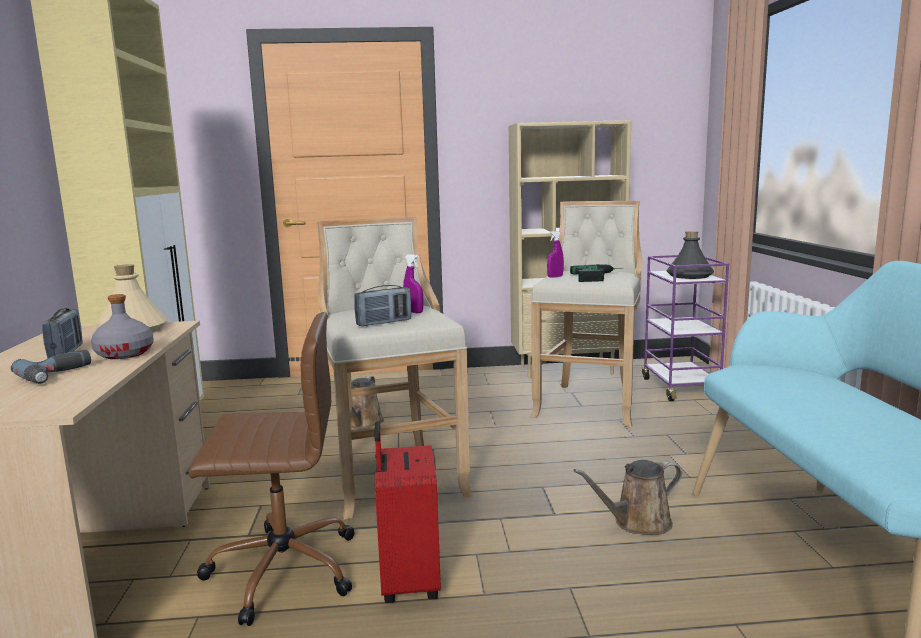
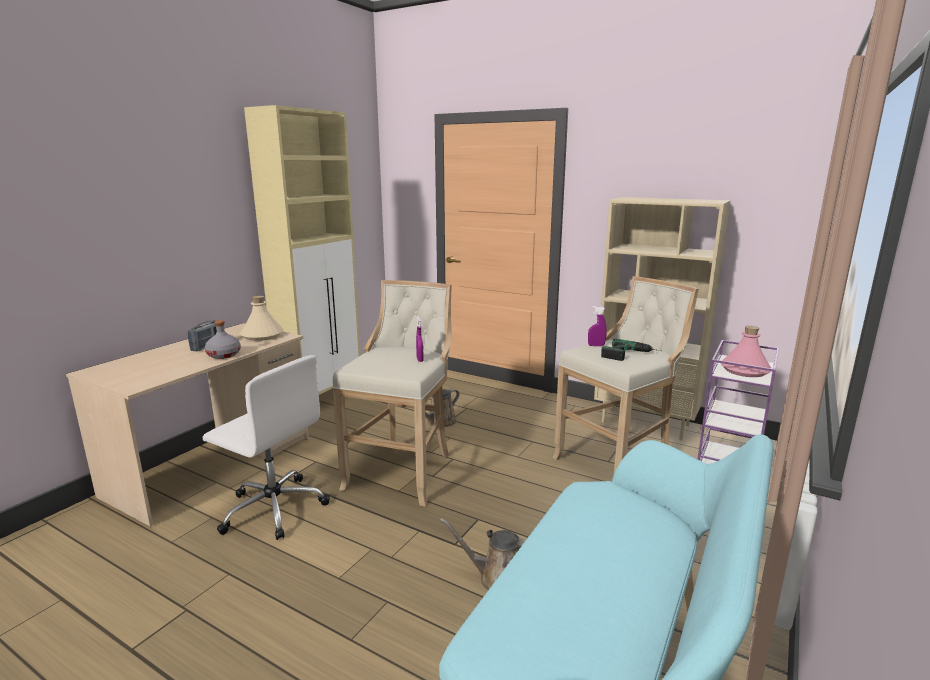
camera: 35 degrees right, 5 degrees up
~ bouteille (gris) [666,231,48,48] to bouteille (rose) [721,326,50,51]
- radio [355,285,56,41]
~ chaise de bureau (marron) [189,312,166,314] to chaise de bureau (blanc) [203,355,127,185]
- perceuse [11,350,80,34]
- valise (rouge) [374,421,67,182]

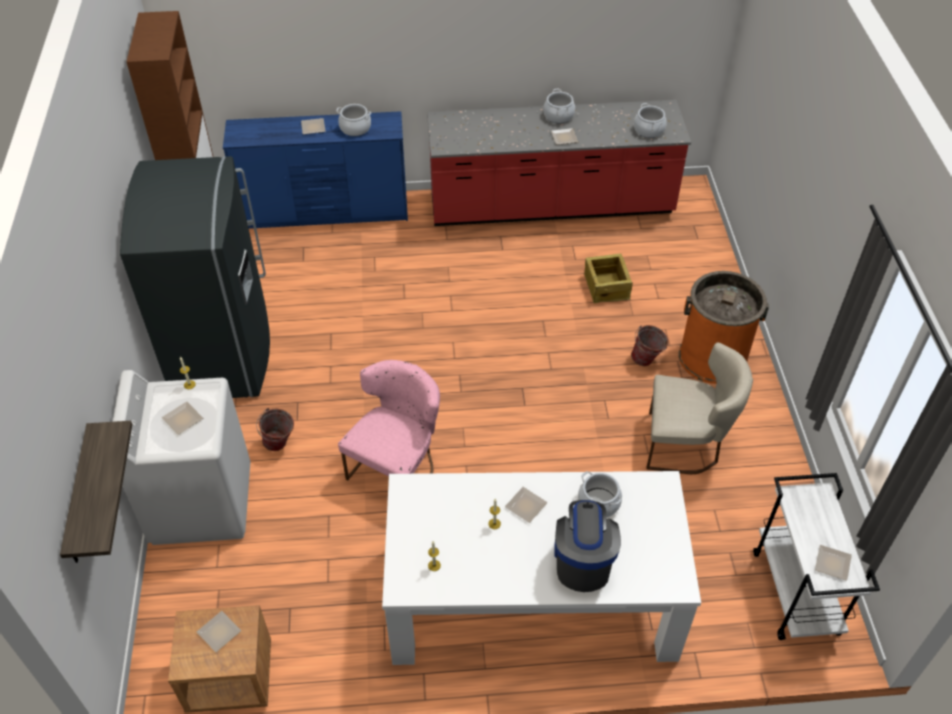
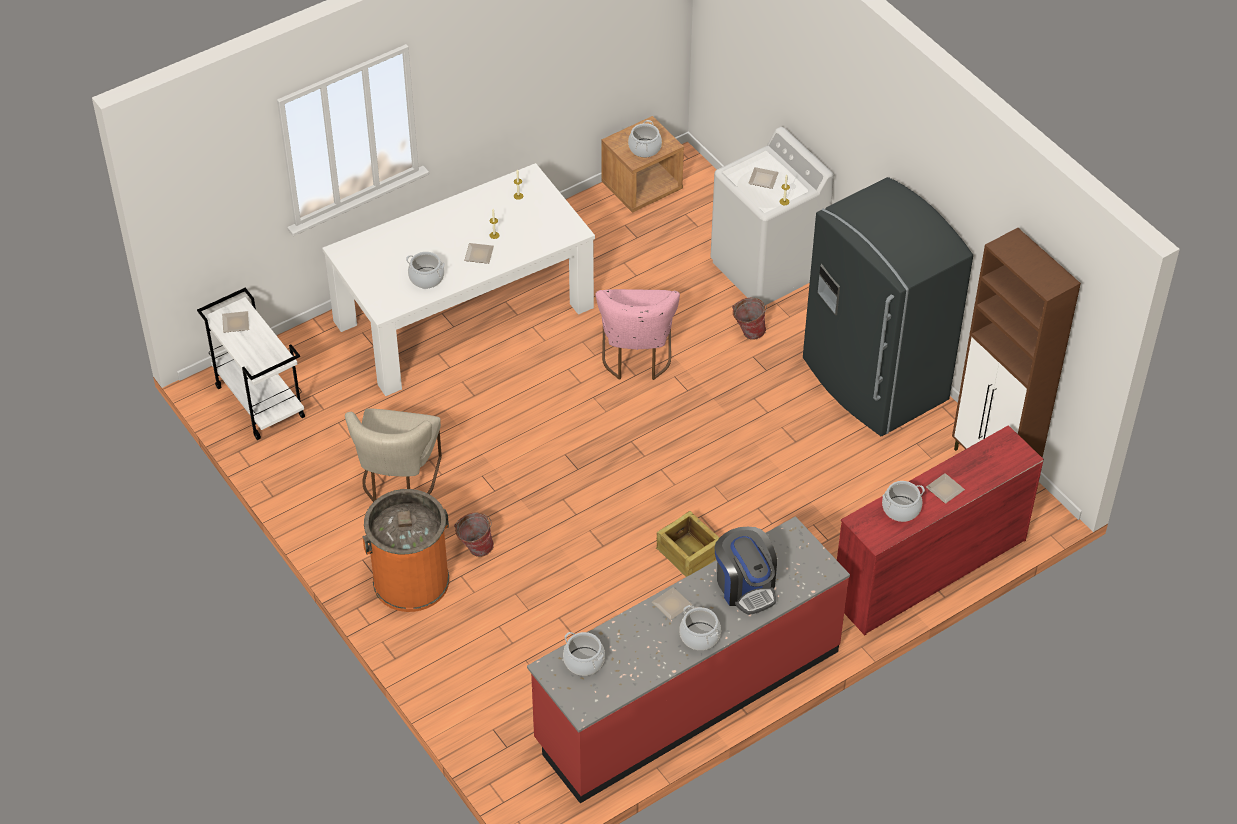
camera: 150 degrees right, 0 degrees up
~ commode (bleu) [223,111,185,118] to commode (rouge) [837,425,207,210]
~ caisse [584,254,49,49] to [656,511,64,66]
~ chaise (beige) [646,343,107,131] = [345,408,97,94] 60 degrees counterclockwise
- étagère [60,421,72,142]
~ machine à café [554,500,67,92] to [715,527,62,88]
~ assiette [197,611,44,41] to marmite [628,120,34,38]

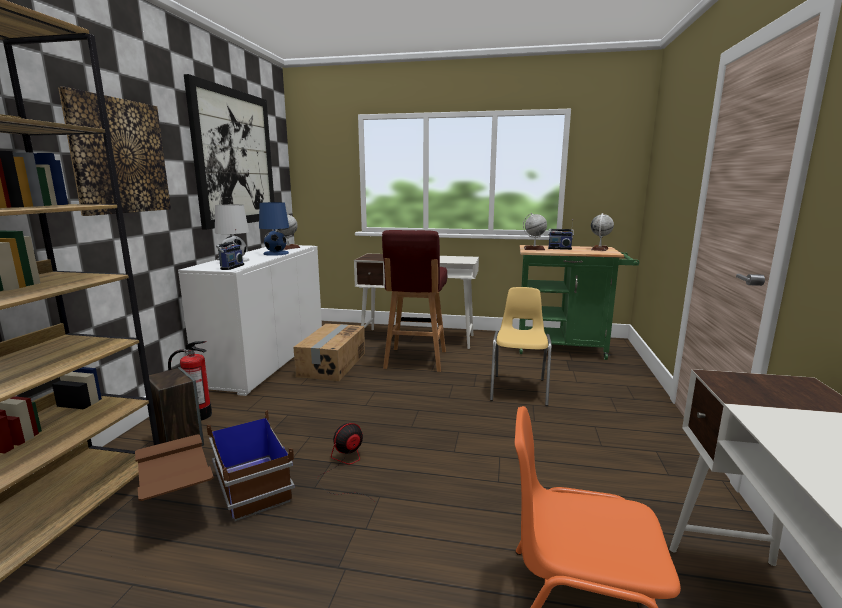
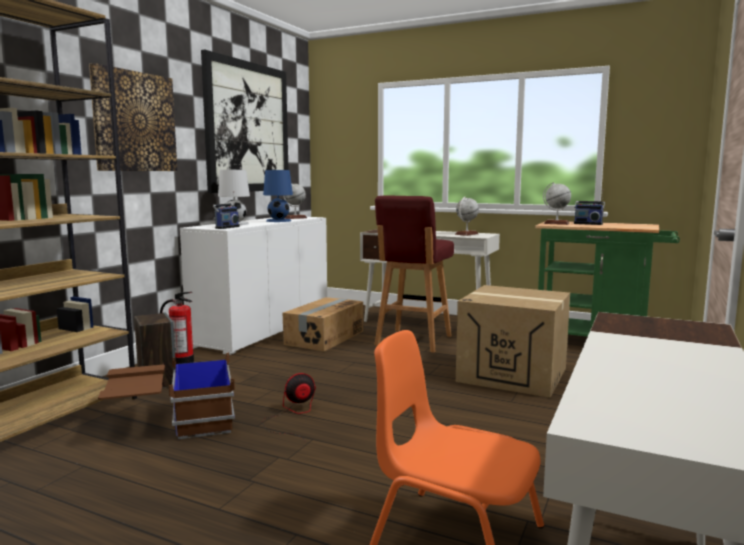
camera: 15 degrees right, 5 degrees down
~ globe [591,213,23,38] to [455,197,24,39]
~ chaise (jaune) [490,287,62,119] to carton [456,285,114,113]

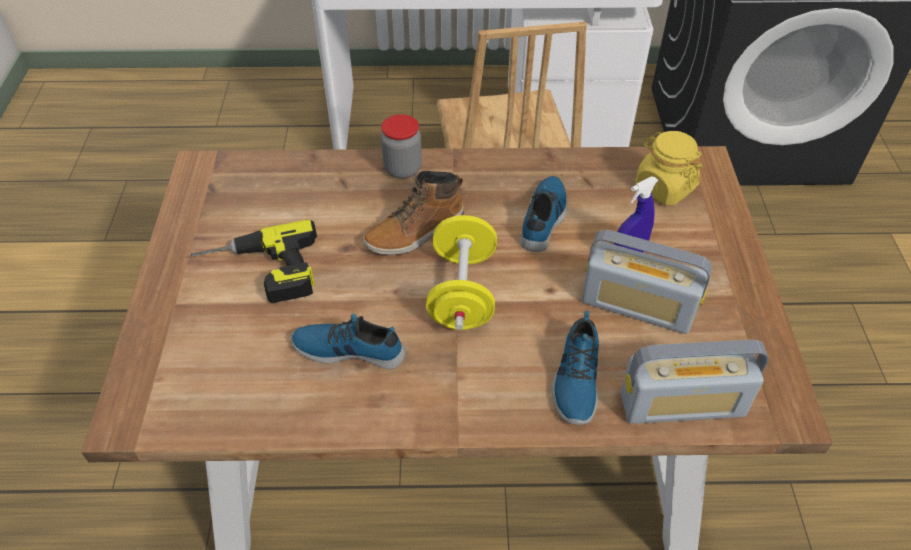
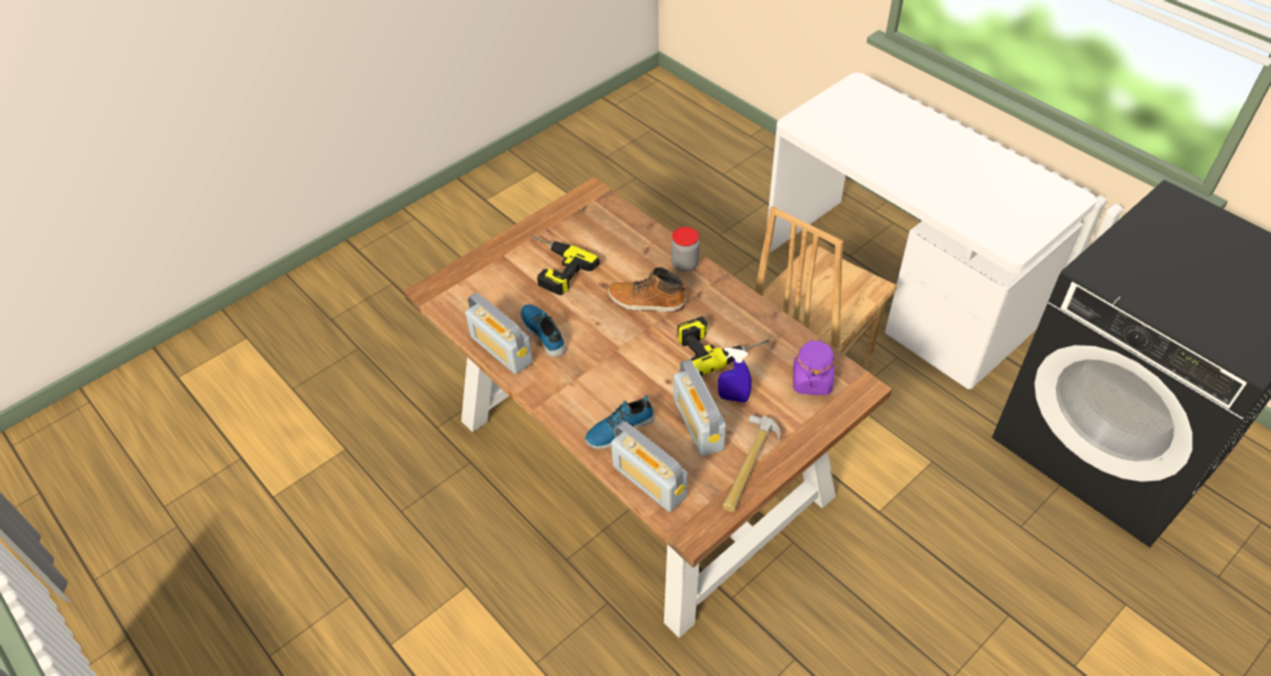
camera: 50 degrees right, 0 degrees up
~ bocal (jaune) [635,131,67,74] to bocal (violet) [793,339,41,56]
~ chaussure [520,176,47,76] to perceuse [677,316,92,60]
- haltère (jaune) [426,215,71,115]
+ radio [465,293,68,81]
+ marteau [722,414,59,98]

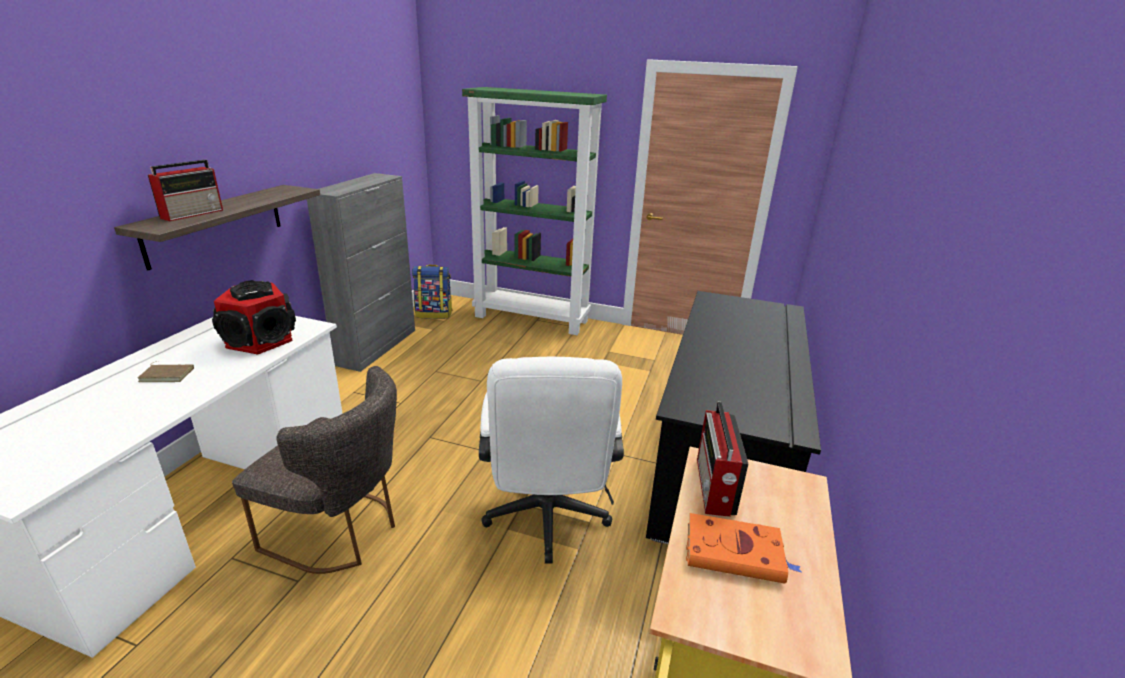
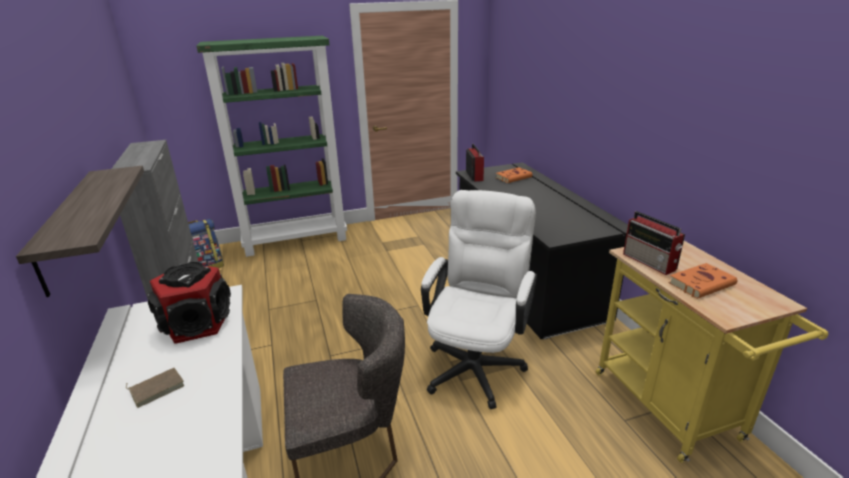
camera: 35 degrees left, 0 degrees up
~ radio [148,160,75,61] to [466,144,18,37]
~ chaise de bureau (blanc) [479,357,145,206] = [421,190,116,219] 120 degrees counterclockwise
+ livre (orange) [496,167,37,16]

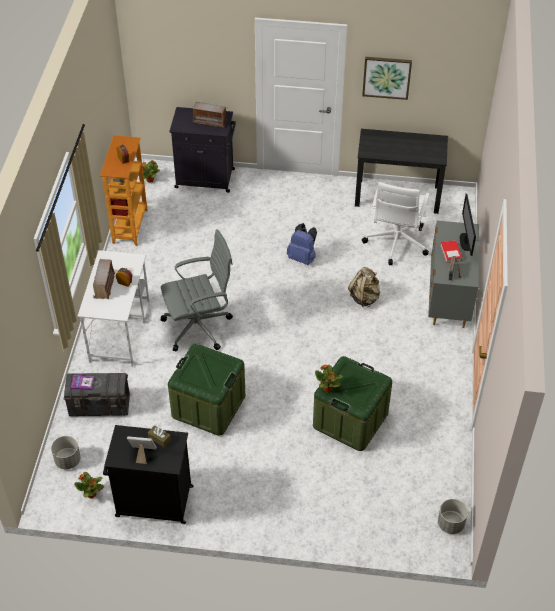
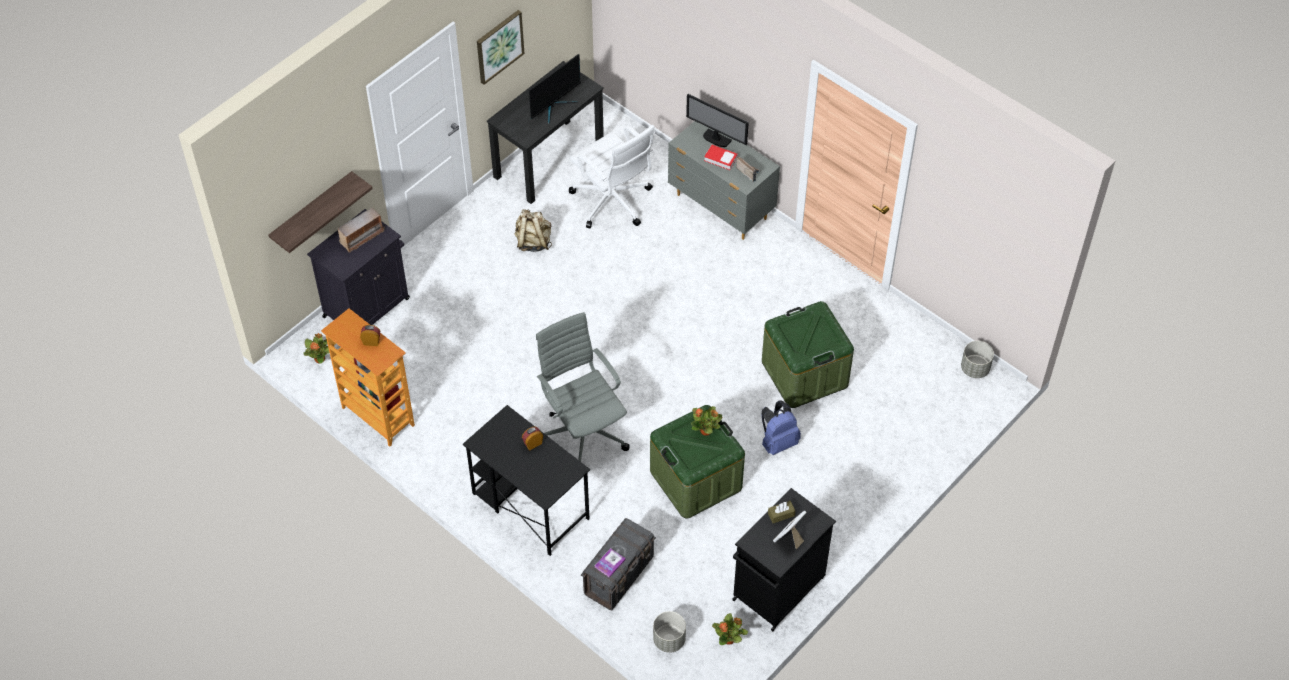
camera: 55 degrees left, 5 degrees up
~ sac à dos (bleu) [287,223,30,42] to [762,401,39,54]
~ chaise de bureau (gris) [161,229,72,123] = [536,312,94,150] 45 degrees counterclockwise
~ bureau (blanc) [78,250,72,117] to bureau (noir) [463,405,127,151]
- radio [93,258,22,41]
~ sac à dos (beige) [348,267,32,40] to [515,209,37,43]
~ plante en pot [315,365,28,27] to [691,406,31,30]
+ écran d'ordinateur [529,54,52,70]
+ étagère [268,171,105,82]

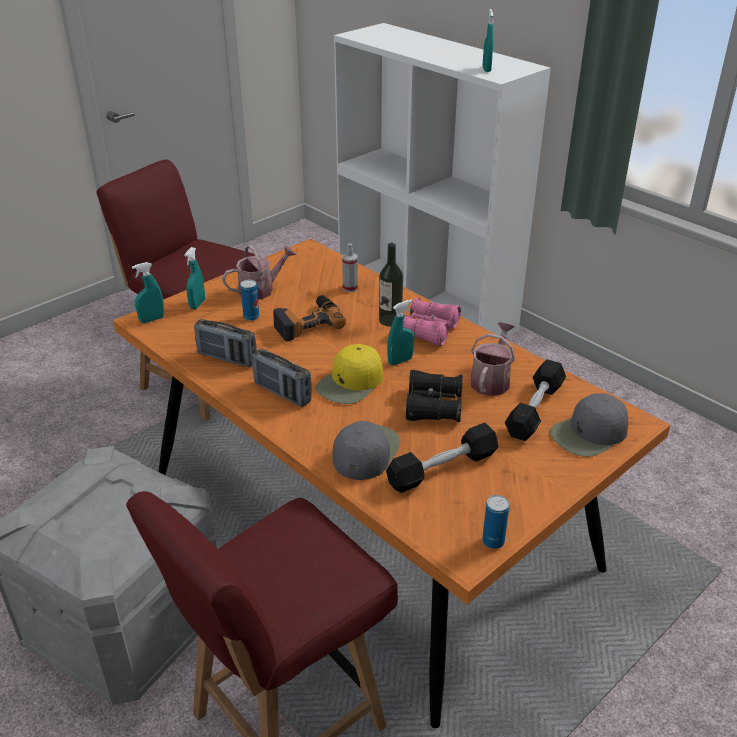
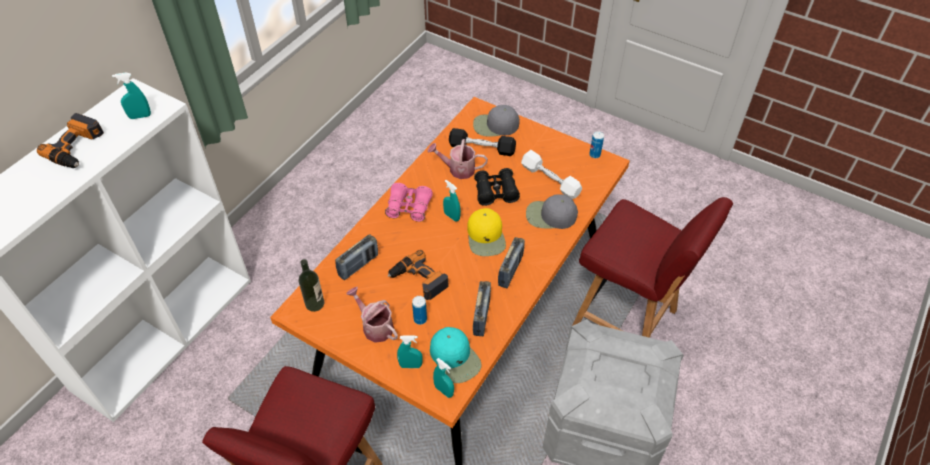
camera: 105 degrees left, 15 degrees up
~ vaporisateur [342,243,16,49] to radio [335,234,43,46]
~ bouteille [379,243,24,84] to [299,259,25,53]
~ casquette (jaune) [316,344,68,60] = [467,208,39,48] 60 degrees clockwise
~ casquette (gris) [550,393,78,64] = [473,105,47,32] 135 degrees clockwise
~ haltère (noir) [386,423,112,70] to haltère (blanc) [521,150,61,49]
+ perceuse [37,113,67,55]
+ casquette (turquoise) [430,327,51,56]

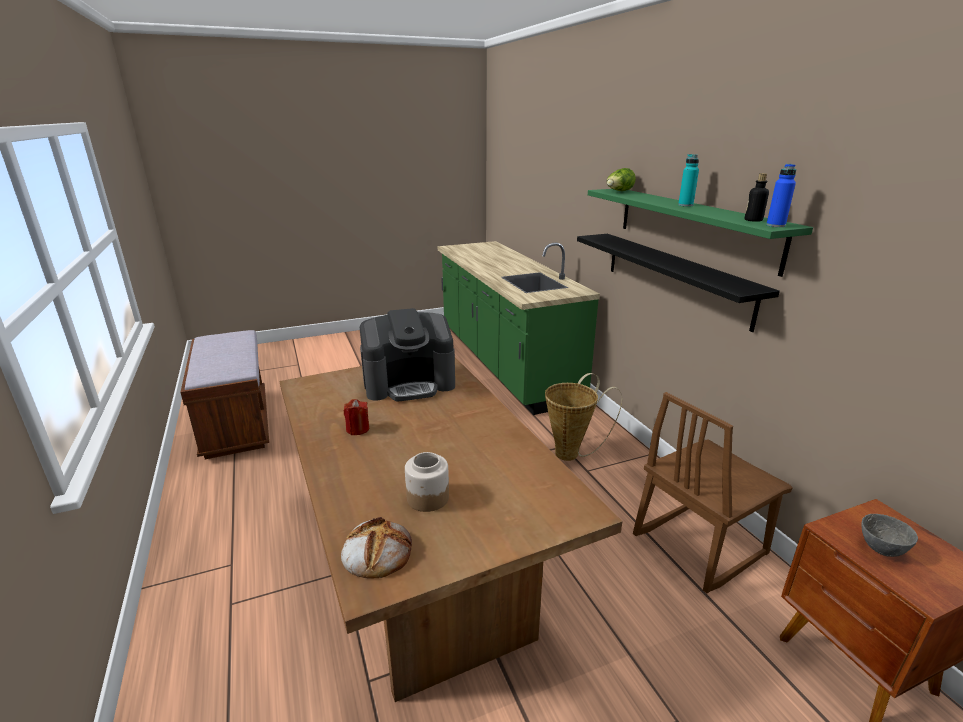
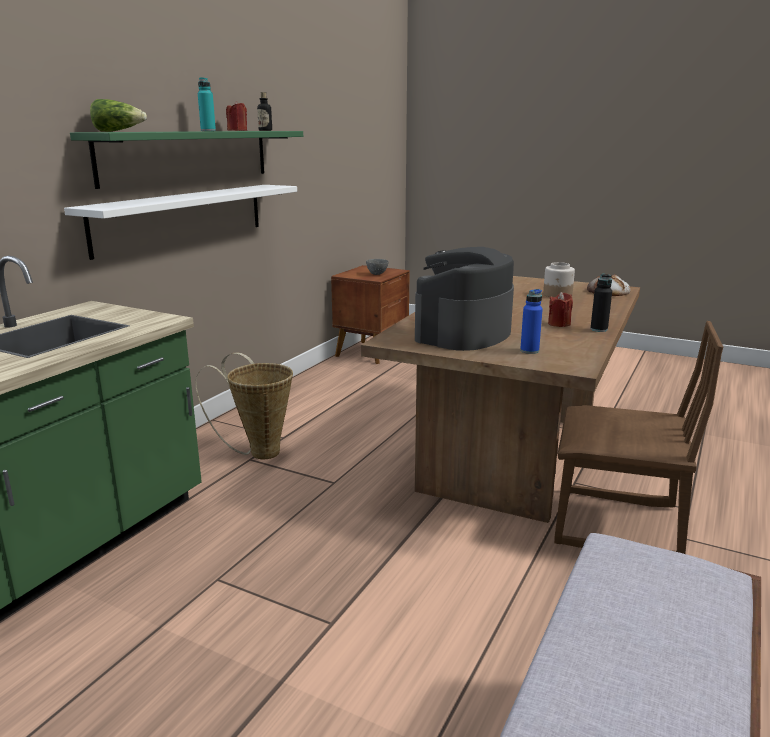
camera: 130 degrees left, 5 degrees down
~ bouteille (bleu) [766,164,30,63] to [520,289,23,65]
~ étagère (noir) [577,234,203,98] to étagère (blanc) [64,185,233,75]
~ machine à café [360,308,95,94] = [415,247,99,104] 90 degrees counterclockwise
~ chaise (marron) [633,392,160,201] to [554,321,169,233]
+ bougie (rouge) [226,101,21,30]
+ bouteille (noir) [590,274,22,58]

